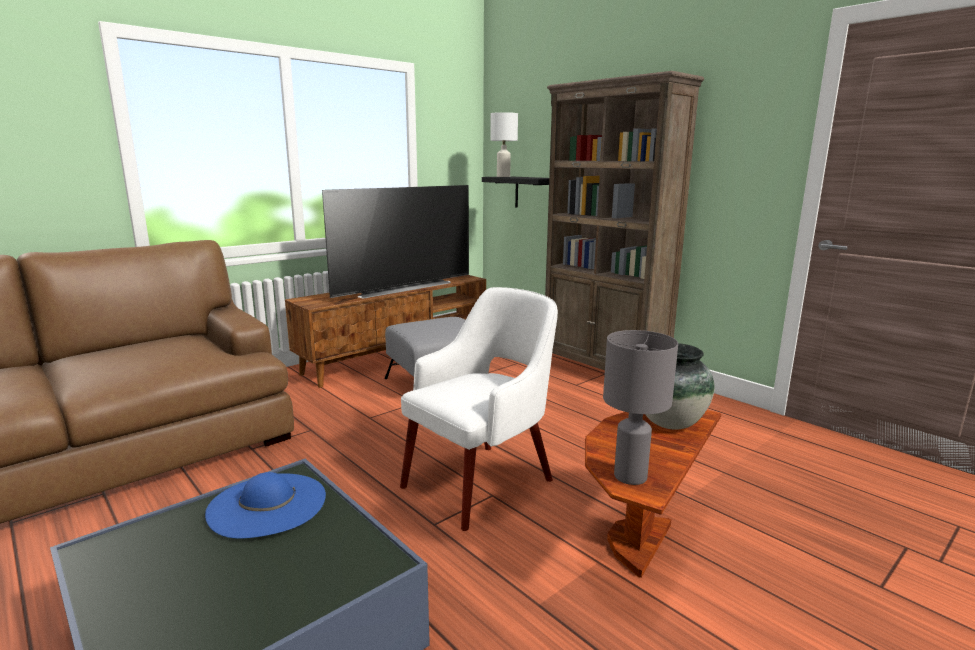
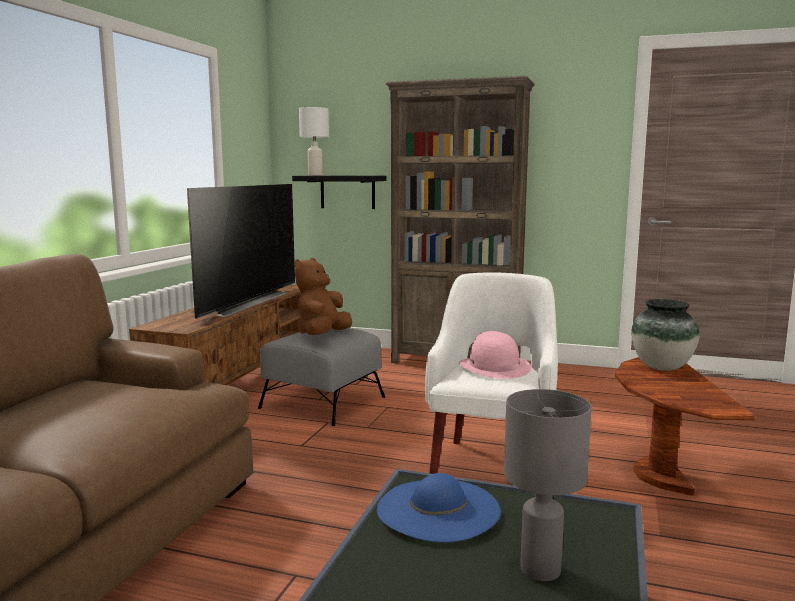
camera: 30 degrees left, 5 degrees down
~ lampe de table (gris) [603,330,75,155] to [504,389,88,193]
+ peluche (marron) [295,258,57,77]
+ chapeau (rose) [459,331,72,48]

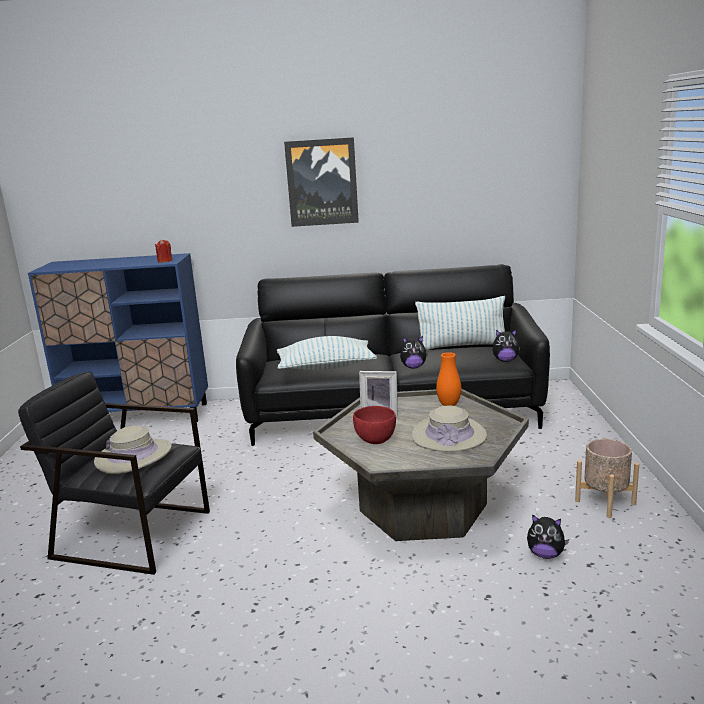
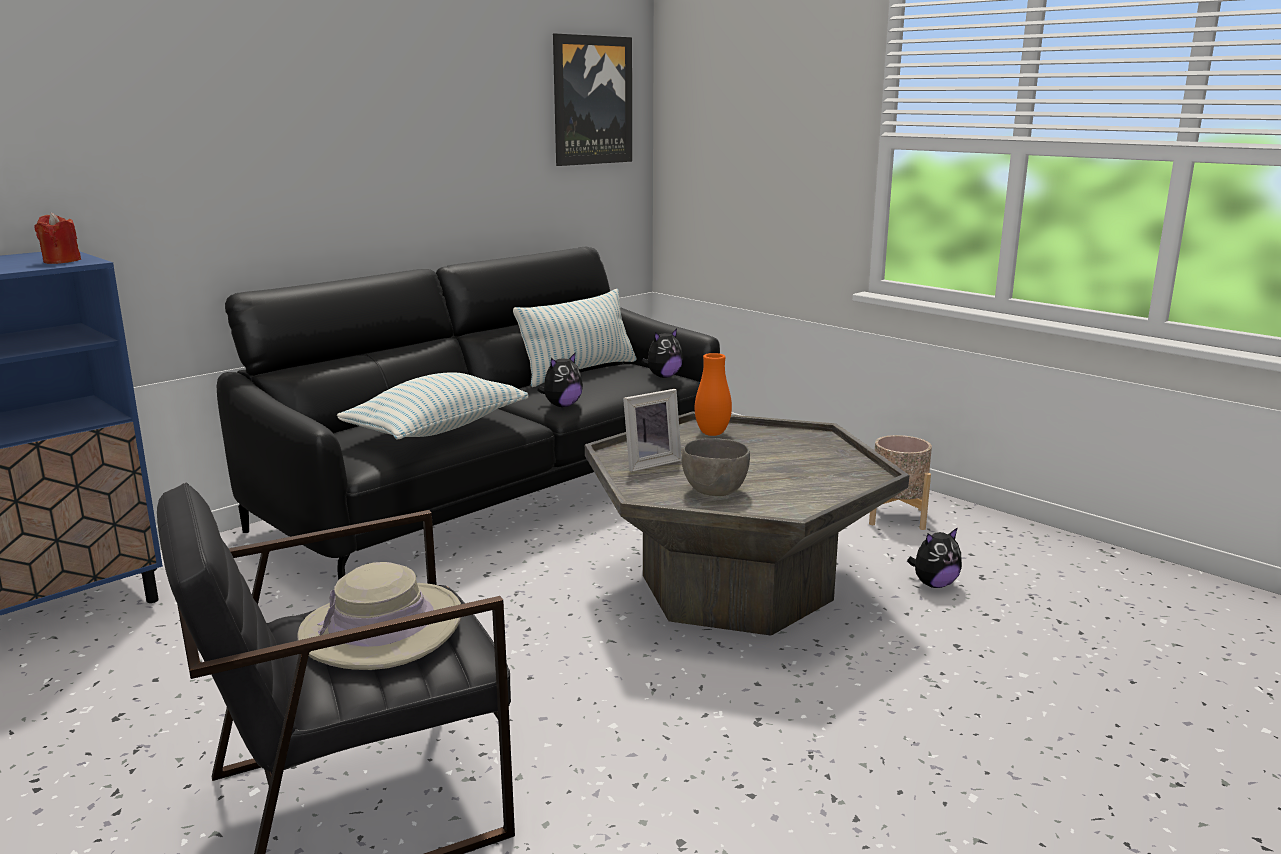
camera: 45 degrees left, 0 degrees up
~ tableau [284,137,75,90] to [553,33,79,133]
- chapeau (beige) [412,405,75,47]
~ bol (rouge) [353,406,43,38] to bol (gris) [682,438,68,58]

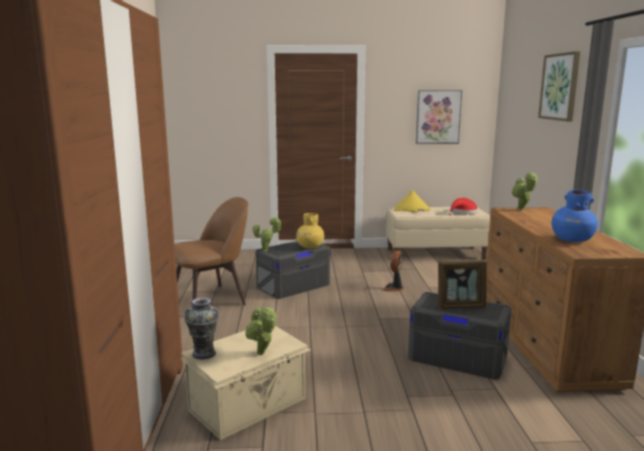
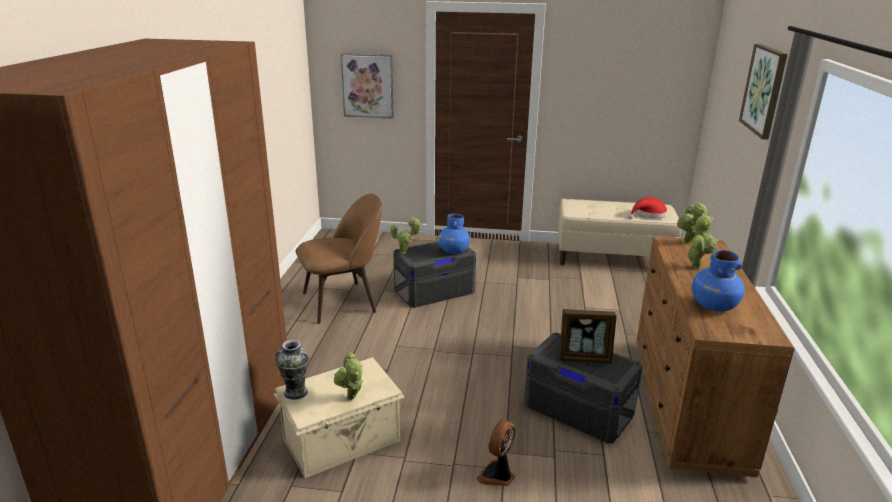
camera: 10 degrees right, 10 degrees up
~ tableau [416,90,46,54] to [341,53,53,66]
- chapeau (jaune) [394,190,37,22]
~ vase (jaune) [296,213,28,36] to vase (bleu) [438,213,32,41]
~ ventilateur [383,250,21,42] to [476,419,39,67]
+ plante en pot [687,215,31,54]

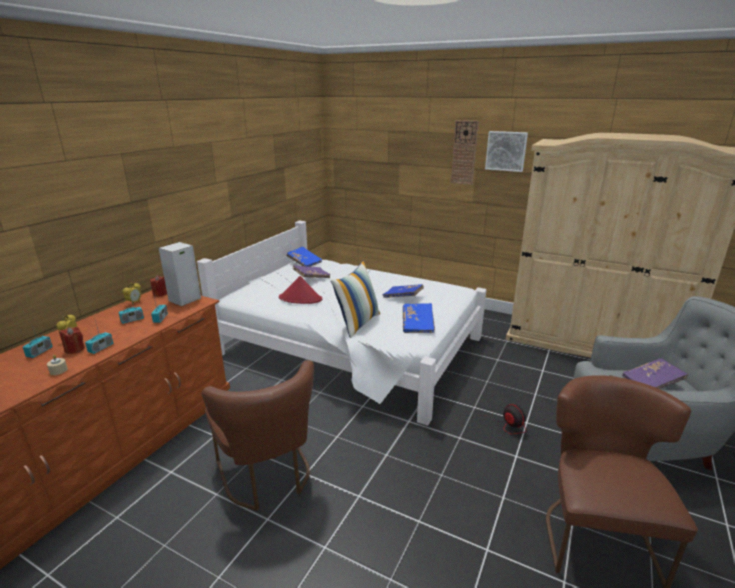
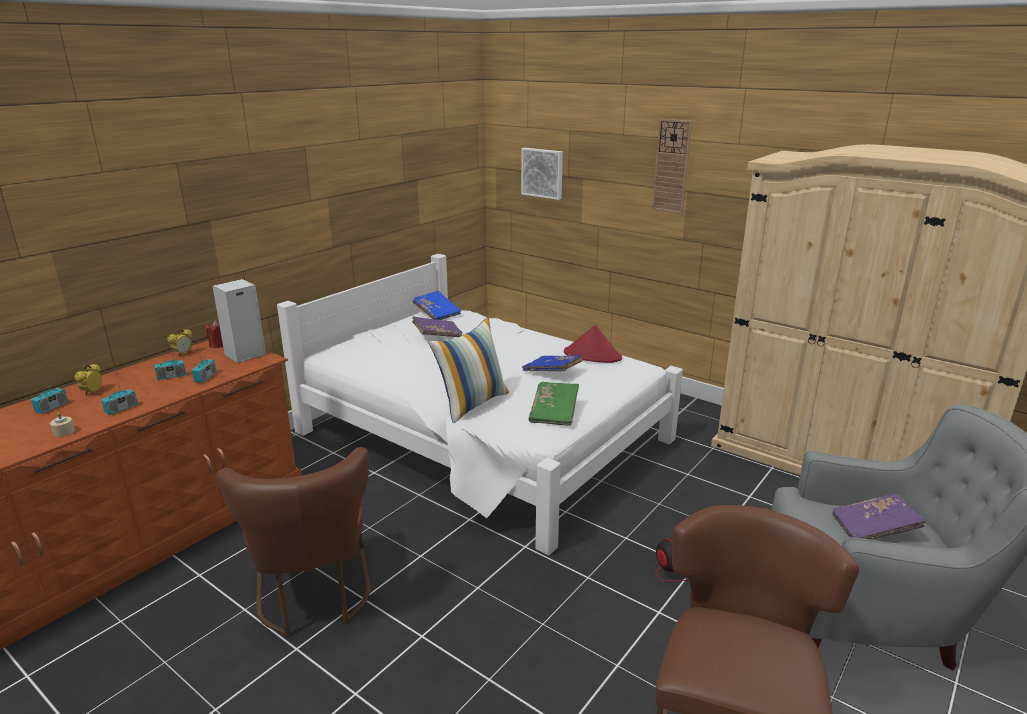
camera: 10 degrees right, 0 degrees up
~ tableau [485,131,43,41] to [521,148,42,52]
~ chapeau (rouge) [279,276,43,28] to [564,325,58,38]
~ livre (bleu) [403,303,32,30] to livre (vert) [528,382,51,44]
- bougie (rouge) [59,327,26,27]

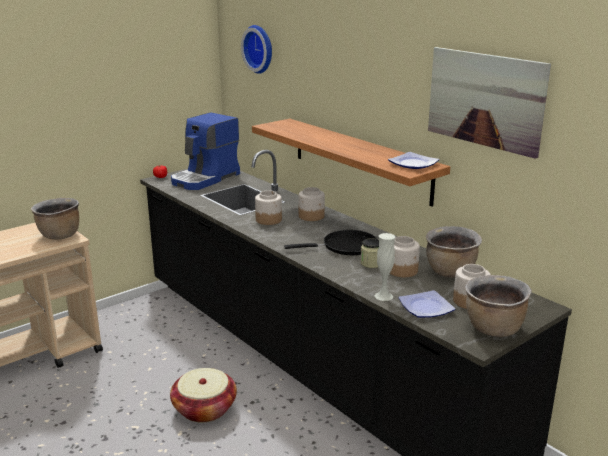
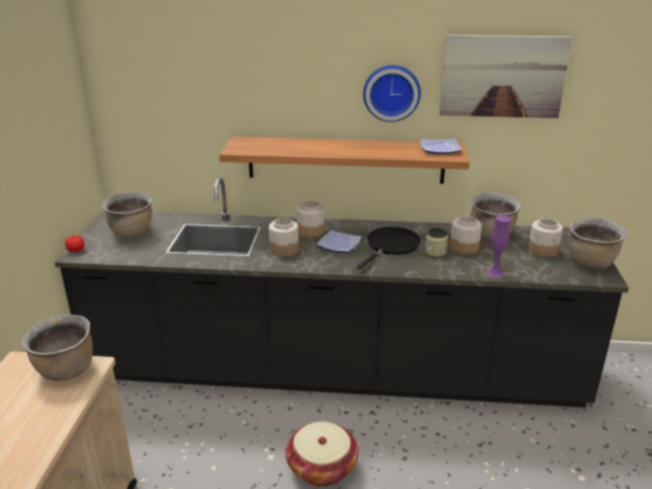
camera: 45 degrees left, 5 degrees up
~ horloge murale [241,25,31,49] to [363,65,58,57]
~ machine à café [171,113,69,77] to marmite (marron) [102,191,50,47]
~ vase (blanc) [374,233,21,68] to vase (violet) [487,215,24,63]
~ assiette [398,290,57,28] to [316,230,46,23]

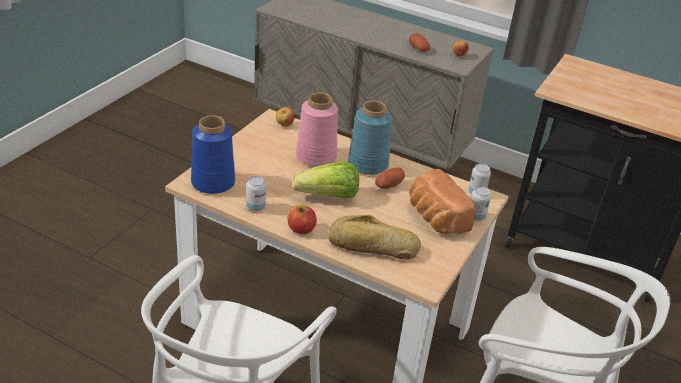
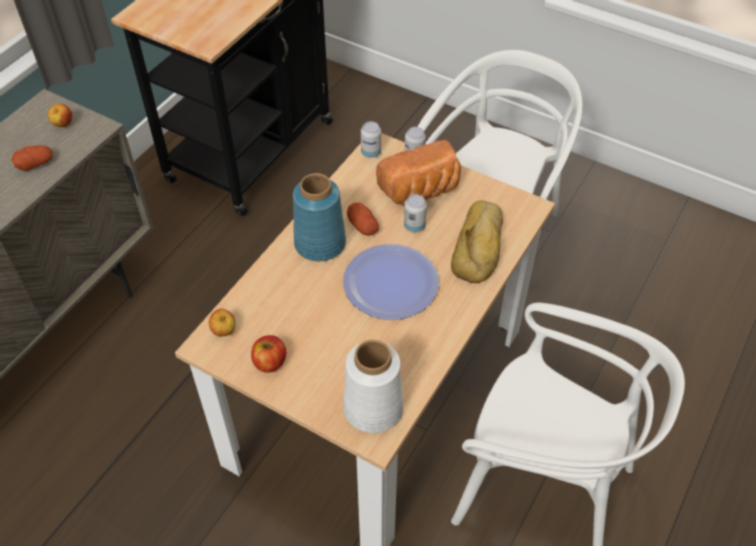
camera: 85 degrees left, 15 degrees up
- vase (rose) [296,93,42,73]
~ vase (bleu) [191,115,44,79] to vase (blanc) [343,340,60,93]
~ laitue [293,162,66,37] to assiette [343,244,96,76]
~ boîte métallique [246,176,20,36] to [404,194,23,39]
~ pomme [287,205,30,29] to [251,335,35,38]

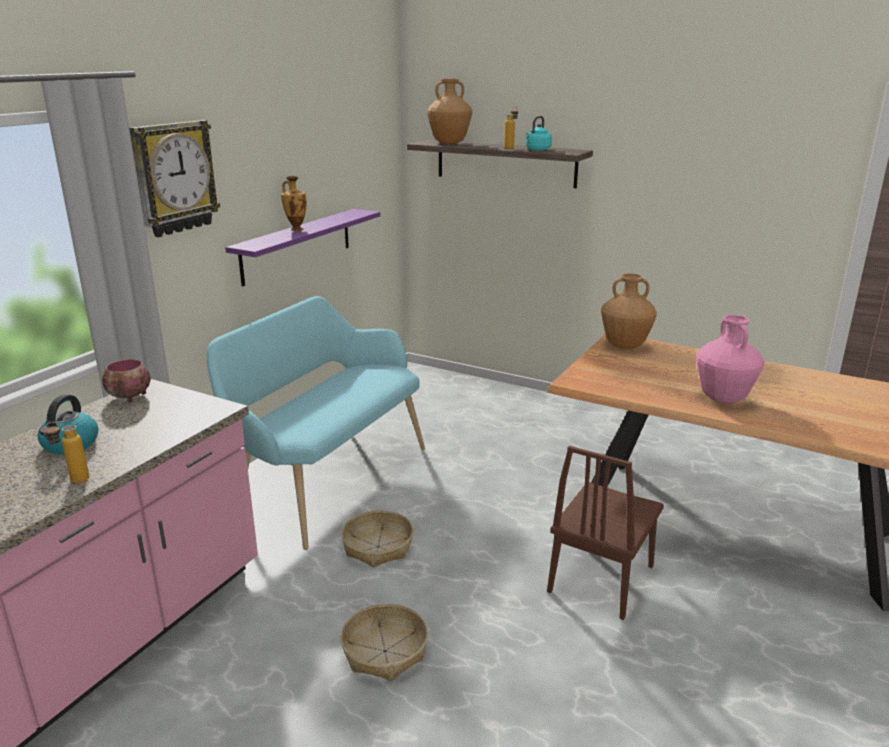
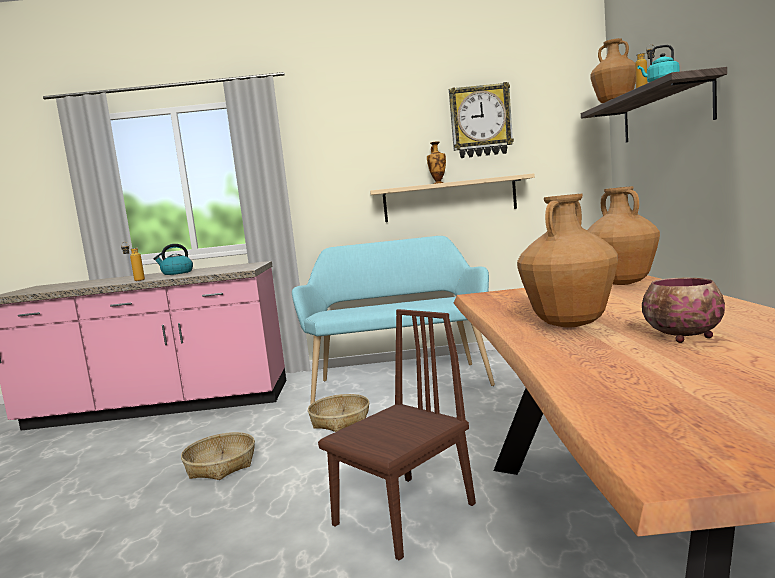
camera: 60 degrees right, 15 degrees down
~ horloge murale [129,120,91,117] to [449,82,65,76]
~ étagère (violet) [225,209,155,77] to étagère (beige) [370,173,165,49]
~ vase (rose) [696,315,69,88] to vase (marron) [517,193,101,134]
~ bol [102,359,49,43] to [642,278,83,65]
~ chaise (marron) [547,446,117,174] = [318,309,158,252] 135 degrees clockwise

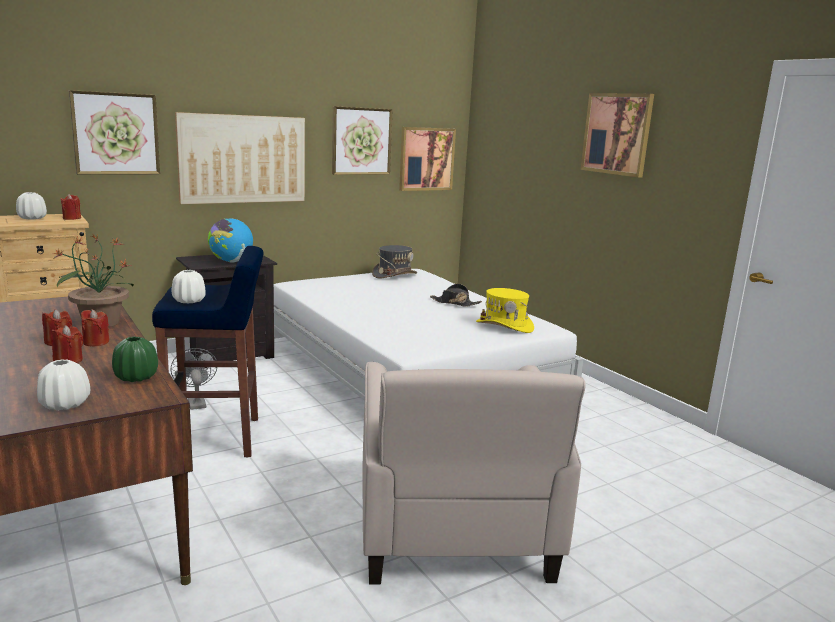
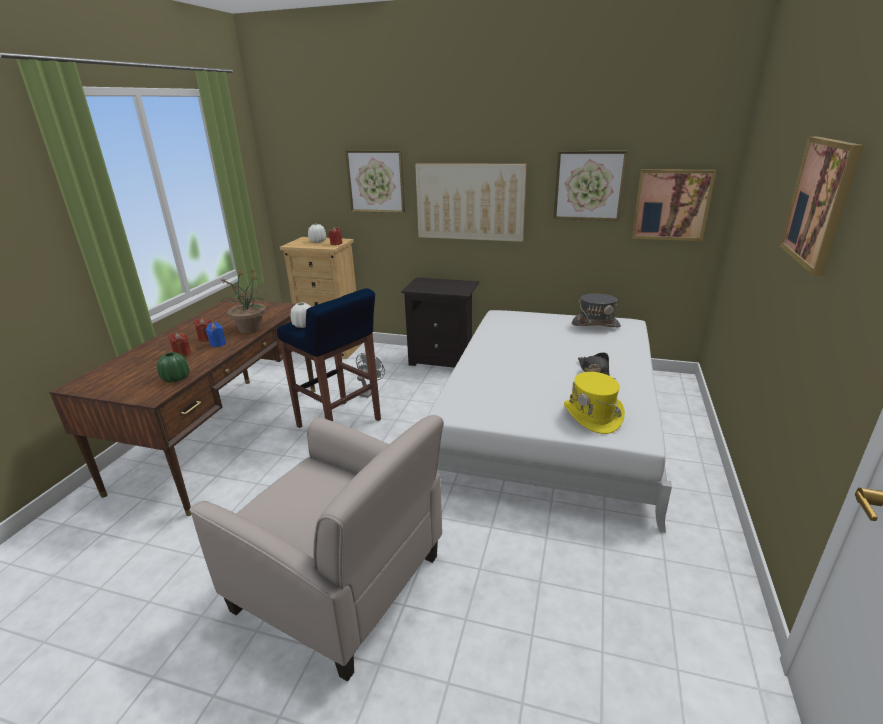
camera: 50 degrees right, 10 degrees up
- globe [208,218,45,45]
~ bougie (rouge) [81,309,29,38] to bougie (bleu) [205,322,21,25]
- vase (blanc) [37,359,53,52]
~ fauteuil (beige) [362,362,224,223] = [189,415,255,266] 105 degrees counterclockwise

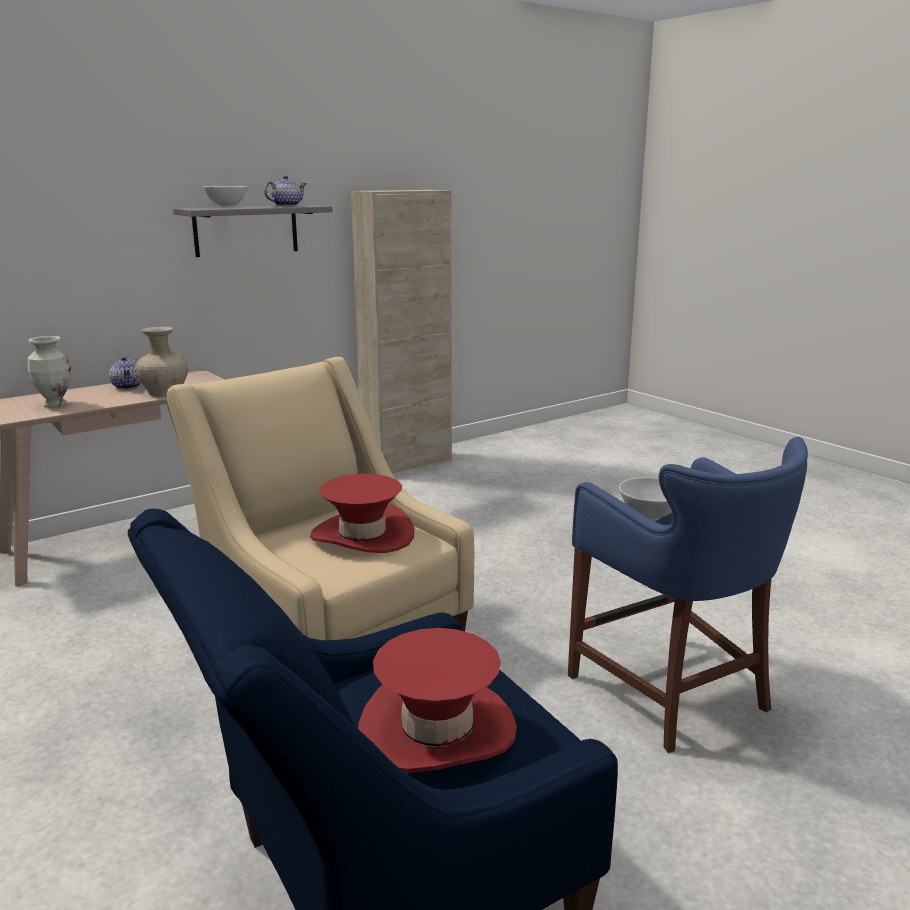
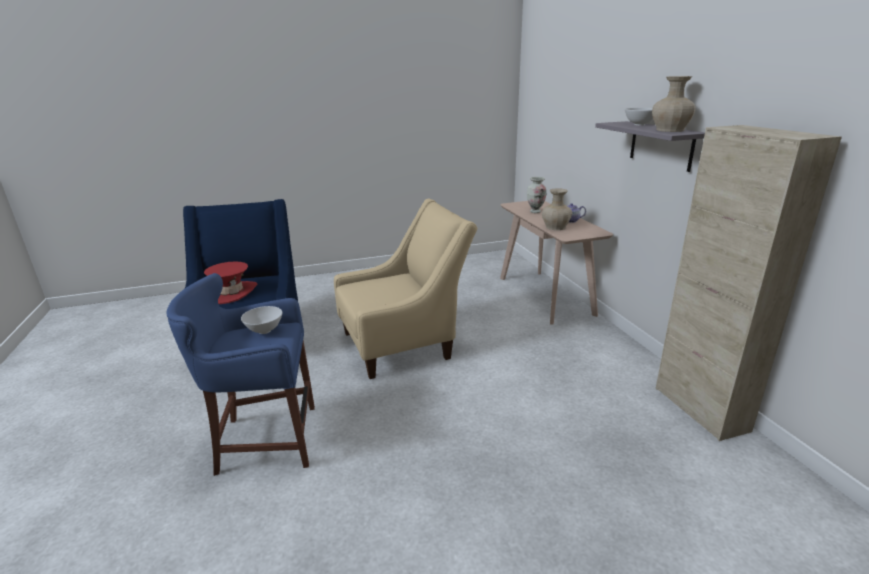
camera: 110 degrees right, 5 degrees up
~ théière [264,176,42,30] to vase (beige) [652,76,44,56]
- chapeau (rouge) [310,474,104,79]

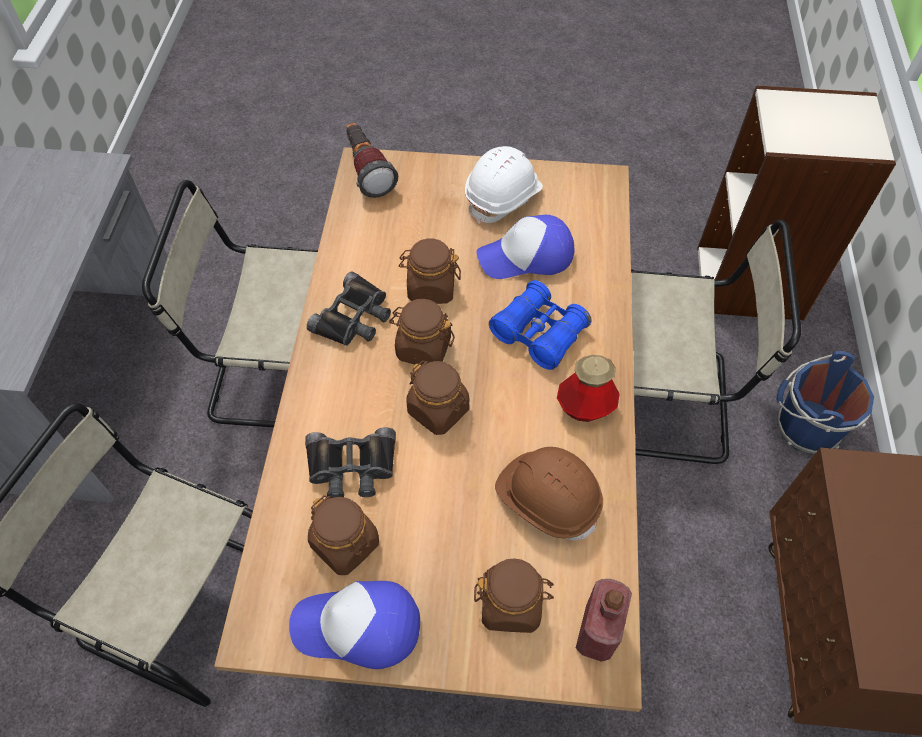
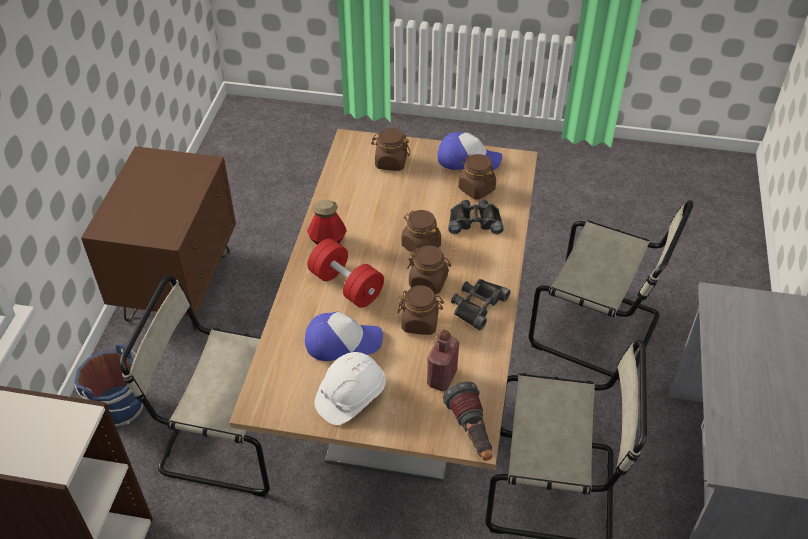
camera: 175 degrees left, 10 degrees down
~ jumelles (bleu) [489,280,103,90] to haltère (rouge) [308,239,76,69]
- casque de chantier (marron) [495,447,108,93]
~ bouteille (rouge) [576,579,56,82] to [427,330,32,61]

